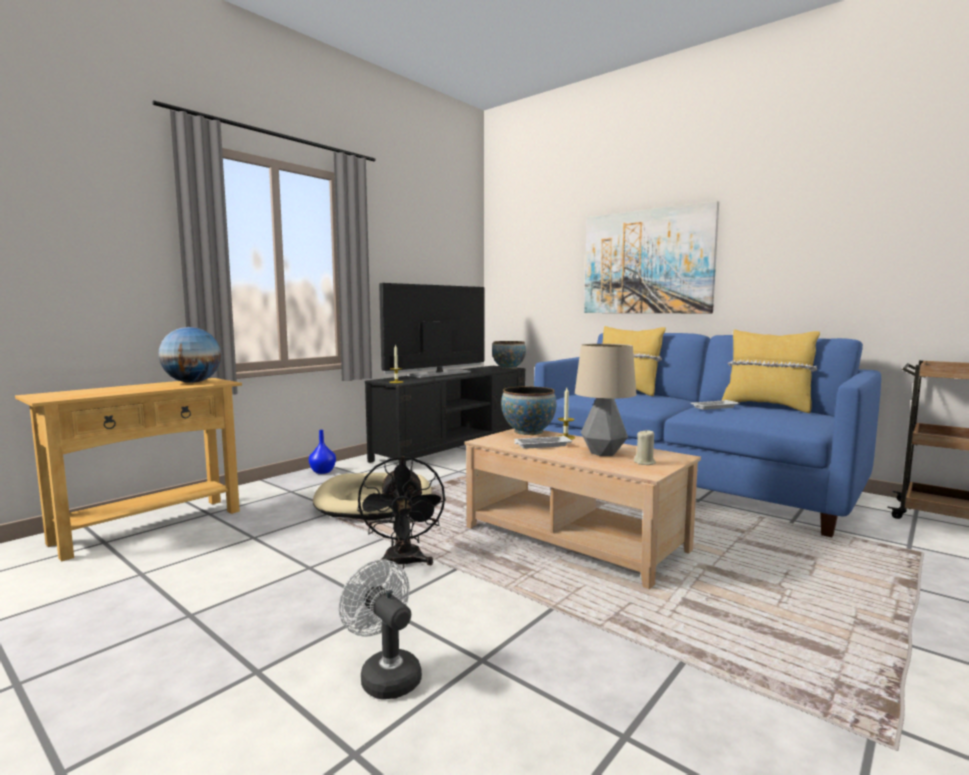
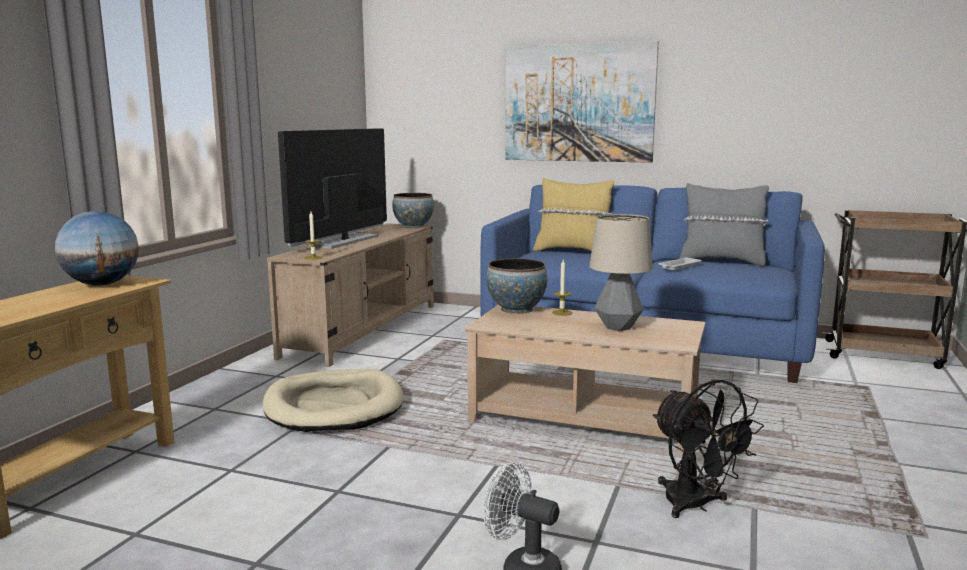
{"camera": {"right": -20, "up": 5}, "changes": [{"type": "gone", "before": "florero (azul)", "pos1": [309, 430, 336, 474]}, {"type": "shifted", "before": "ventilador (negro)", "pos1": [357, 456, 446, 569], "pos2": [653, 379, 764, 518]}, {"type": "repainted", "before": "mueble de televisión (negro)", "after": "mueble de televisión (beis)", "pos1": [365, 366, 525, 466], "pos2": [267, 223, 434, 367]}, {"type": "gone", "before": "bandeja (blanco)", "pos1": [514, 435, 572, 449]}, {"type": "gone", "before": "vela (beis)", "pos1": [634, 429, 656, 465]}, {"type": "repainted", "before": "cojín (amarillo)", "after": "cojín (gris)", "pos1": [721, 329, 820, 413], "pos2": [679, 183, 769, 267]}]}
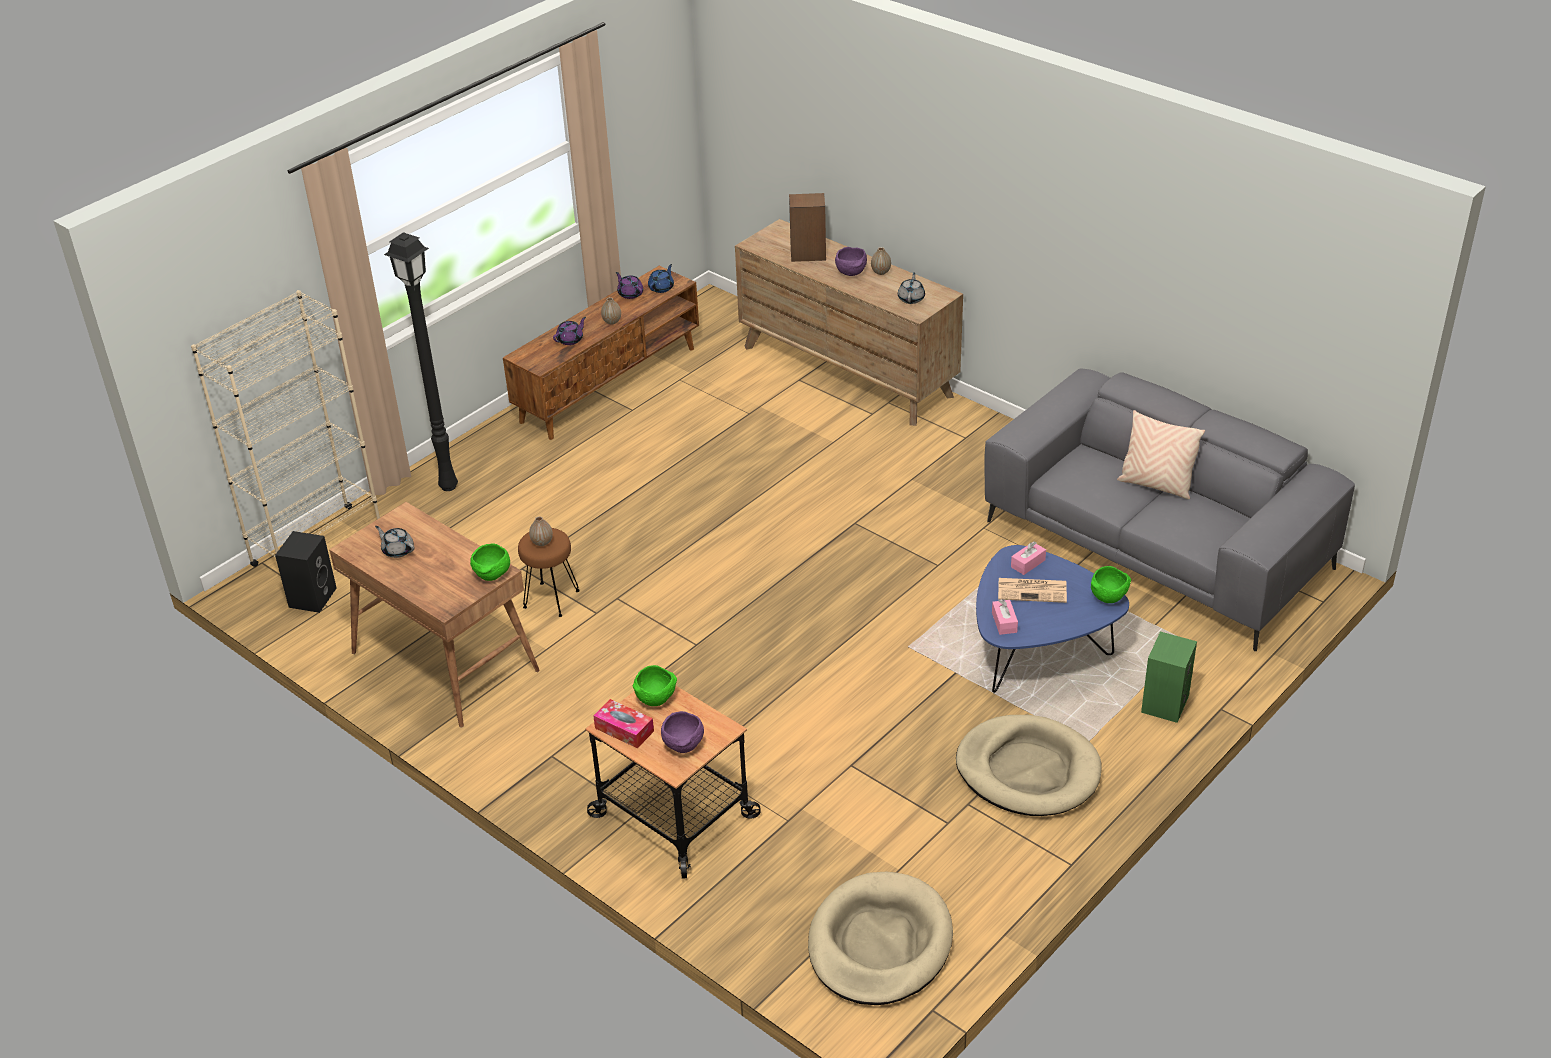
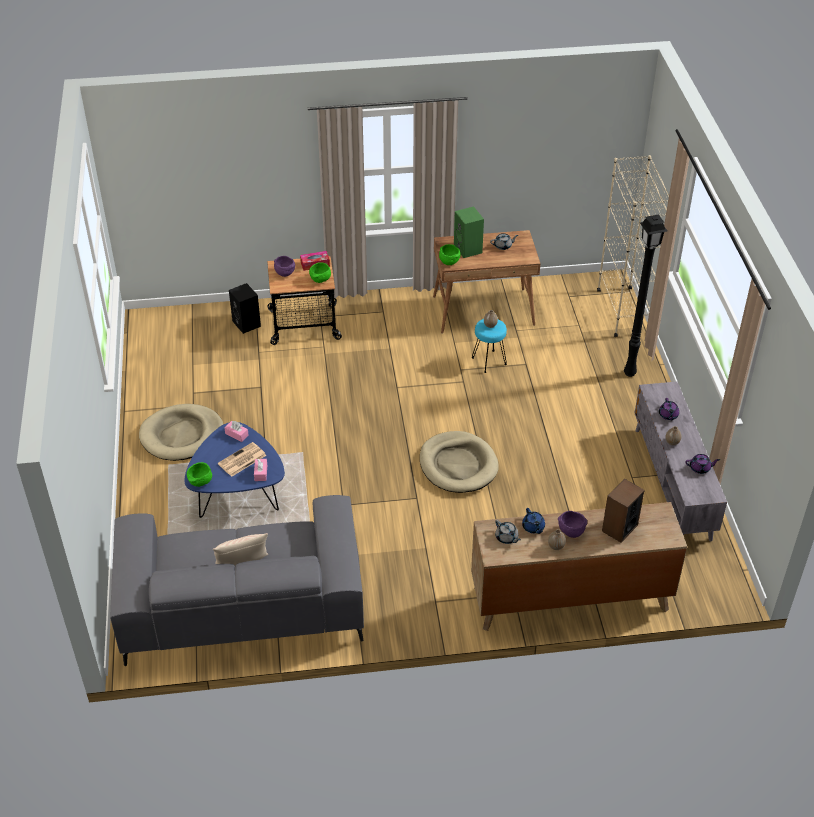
{"camera": {"right": 130, "up": 5}, "changes": [{"type": "shifted", "before": "altavoz (negro)", "pos1": [275, 531, 337, 613], "pos2": [229, 283, 261, 334]}, {"type": "repainted", "before": "mueble de televisión (marrón)", "after": "mueble de televisión (gris)", "pos1": [503, 266, 699, 440], "pos2": [634, 382, 727, 541]}, {"type": "repainted", "before": "taburete (marrón)", "after": "taburete (turquesa)", "pos1": [518, 528, 580, 617], "pos2": [472, 319, 507, 373]}, {"type": "shifted", "before": "tetera (azul)", "pos1": [648, 264, 674, 293], "pos2": [522, 508, 545, 534]}, {"type": "shifted", "before": "cama para perro (beis)", "pos1": [808, 872, 953, 1005], "pos2": [420, 431, 499, 493]}, {"type": "shifted", "before": "altavoz (verde)", "pos1": [1141, 632, 1197, 723], "pos2": [454, 206, 484, 258]}]}
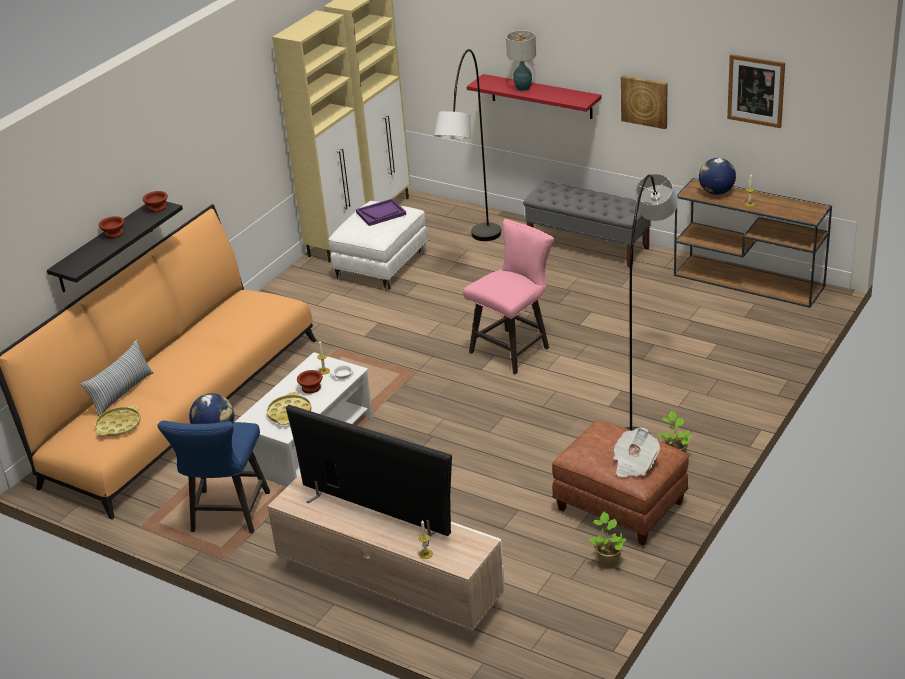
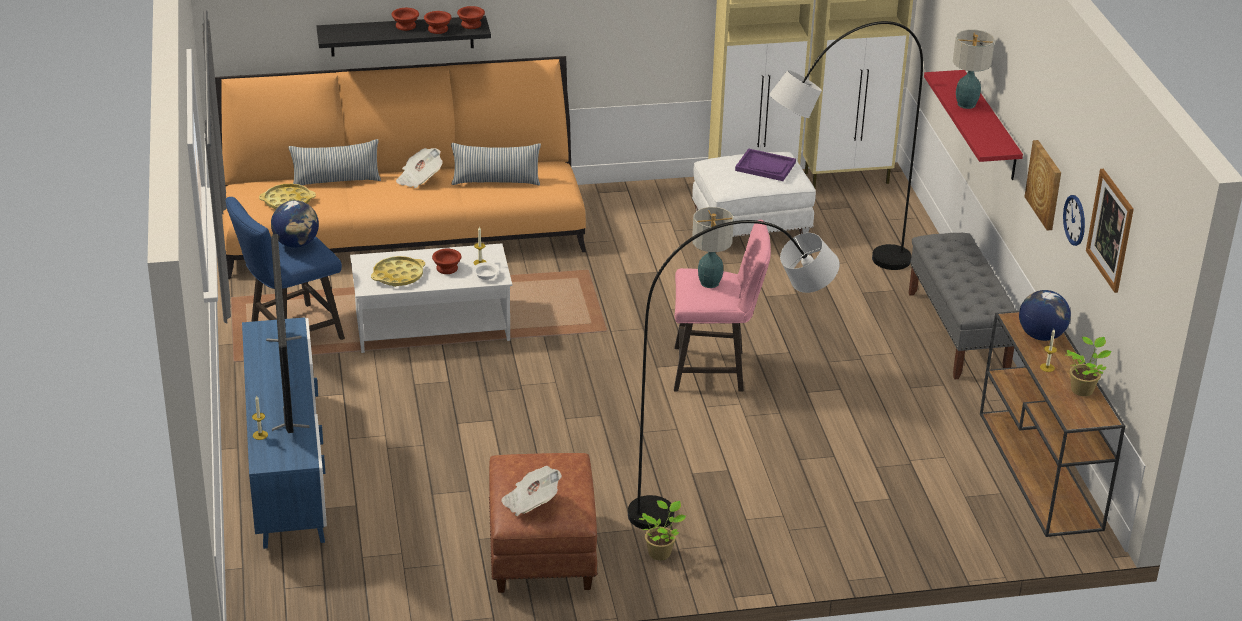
{"camera": {"right": 45, "up": 0}, "changes": [{"type": "repainted", "before": "mueble de televisión (beis)", "after": "mueble de televisión (azul)", "pos1": [268, 474, 505, 642], "pos2": [242, 317, 327, 549]}, {"type": "shifted", "before": "planta en maceta", "pos1": [588, 512, 627, 568], "pos2": [1066, 337, 1111, 396]}, {"type": "new", "after": "periódico", "pos2": [396, 148, 443, 188]}, {"type": "new", "after": "cuenco (marrón)", "pos2": [424, 11, 452, 34]}, {"type": "new", "after": "cojín", "pos2": [451, 143, 541, 185]}, {"type": "new", "after": "lámpara de mesa", "pos2": [692, 207, 734, 288]}, {"type": "new", "after": "reloj de pared", "pos2": [1063, 195, 1085, 246]}]}
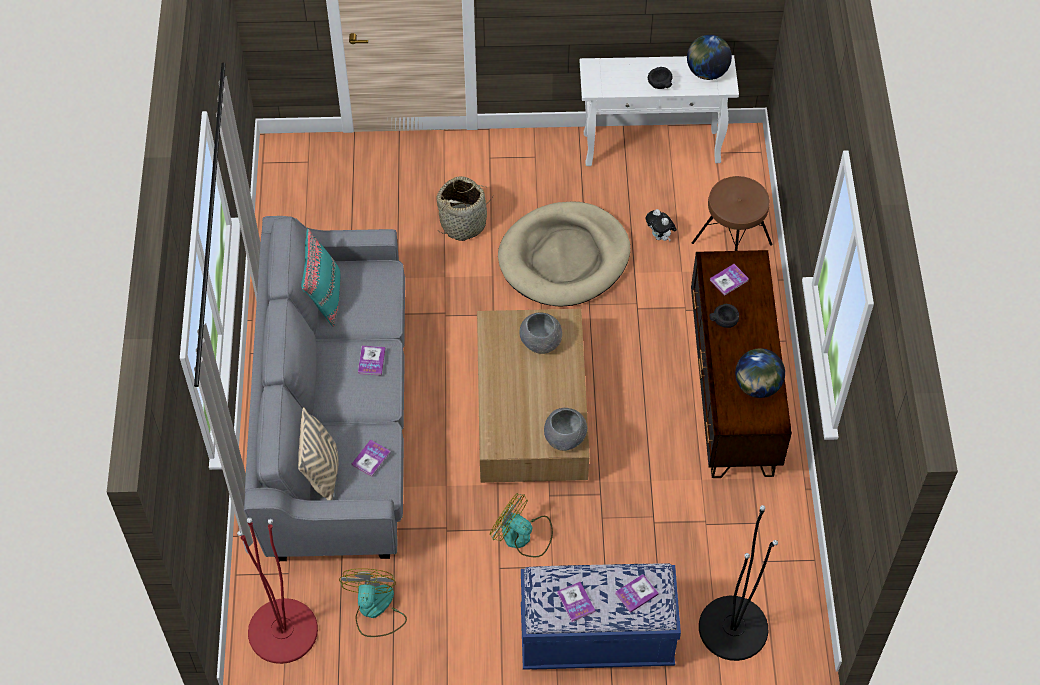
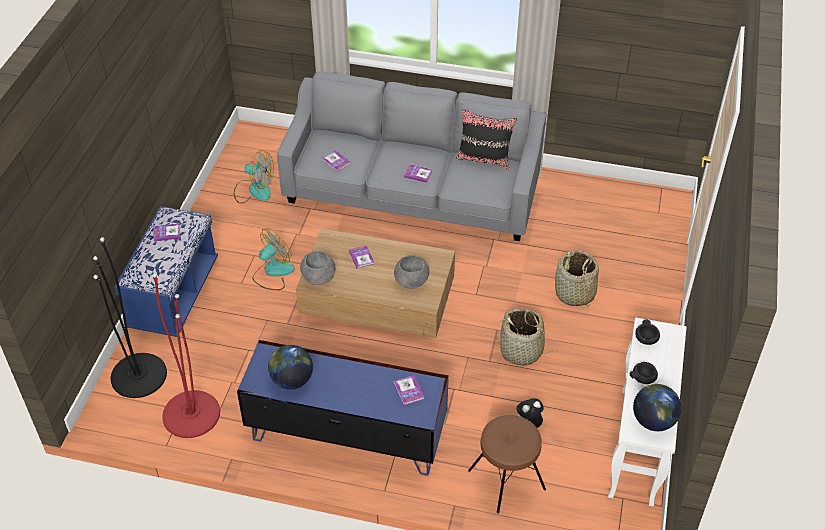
{"camera": {"right": 105, "up": -10}, "changes": [{"type": "shifted", "before": "lámpara de pie (rojo)", "pos1": [237, 518, 318, 664], "pos2": [152, 273, 220, 438]}, {"type": "gone", "before": "cojín (beis)", "pos1": [298, 407, 339, 500]}, {"type": "repainted", "before": "cojín (turquesa)", "after": "cojín (negro)", "pos1": [301, 229, 340, 327], "pos2": [456, 109, 517, 169]}, {"type": "swapped", "before": "cama para perro (beis)", "after": "cesta", "pos1": [498, 201, 630, 307], "pos2": [496, 308, 554, 366]}, {"type": "shifted", "before": "libro", "pos1": [615, 574, 659, 613], "pos2": [349, 245, 374, 269]}, {"type": "repainted", "before": "mueble de televisión (marrón)", "after": "mueble de televisión (azul)", "pos1": [691, 250, 792, 478], "pos2": [237, 340, 449, 476]}, {"type": "shifted", "before": "cuenco (negro)", "pos1": [709, 304, 739, 328], "pos2": [635, 319, 660, 345]}]}
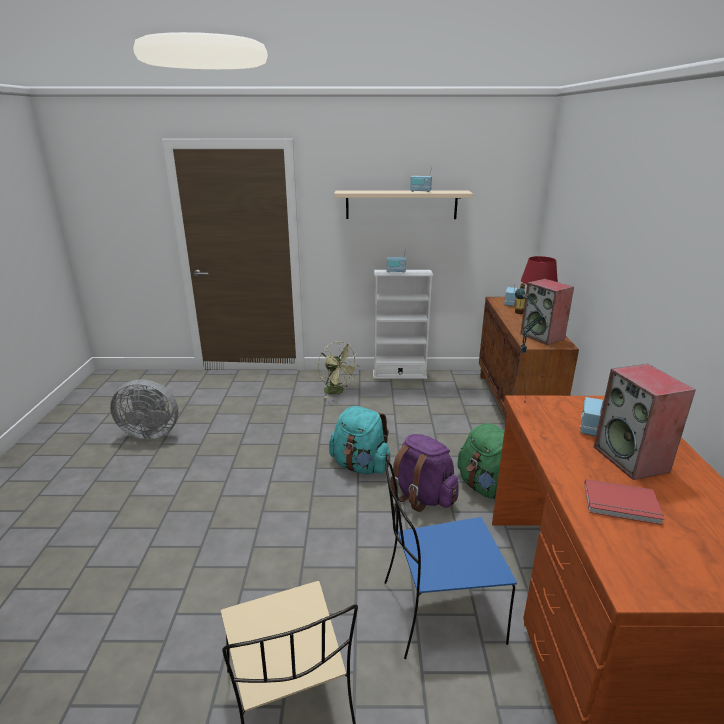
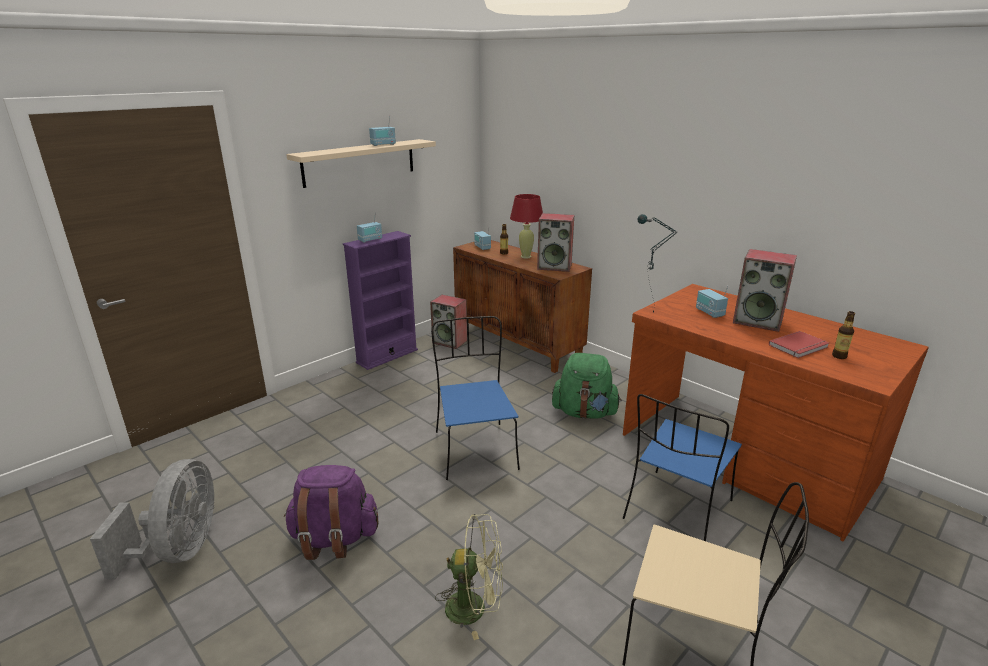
{"camera": {"right": -45, "up": 0}, "changes": [{"type": "rotated", "before": "ventilador (gris)", "pos1": [110, 379, 178, 439], "pos2": [90, 459, 214, 580], "turn": -45}, {"type": "shifted", "before": "ventilador (verde)", "pos1": [318, 342, 358, 398], "pos2": [435, 514, 503, 640]}, {"type": "swapped", "before": "mochila (turquesa)", "after": "silla (azul)", "pos1": [329, 406, 390, 474], "pos2": [431, 316, 520, 480]}, {"type": "repainted", "before": "estantería (blanco)", "after": "estantería (morado)", "pos1": [373, 270, 433, 379], "pos2": [343, 231, 418, 370]}, {"type": "shifted", "before": "mochila (morado)", "pos1": [390, 434, 459, 512], "pos2": [284, 465, 378, 560]}, {"type": "new", "after": "altavoz", "pos2": [430, 295, 467, 349]}, {"type": "new", "after": "botella", "pos2": [832, 311, 855, 359]}]}
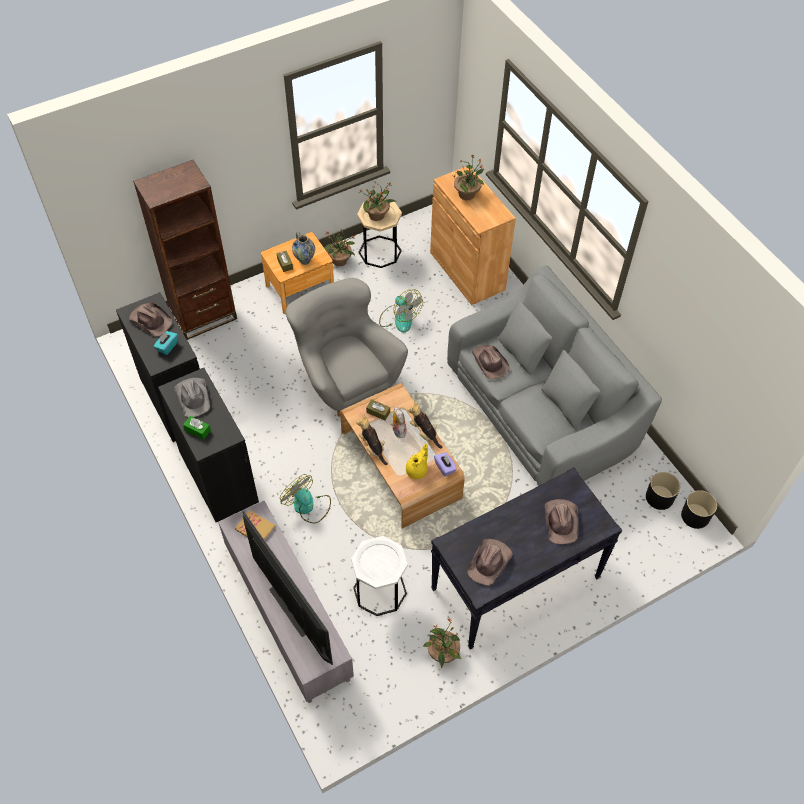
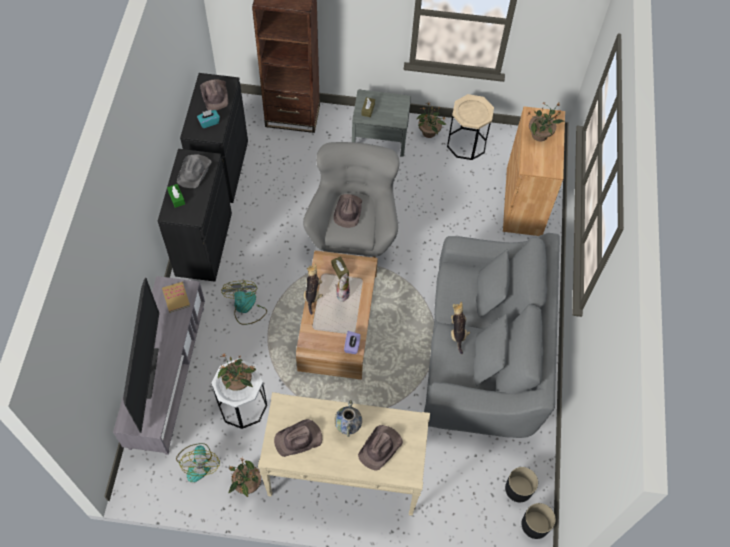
{"camera": {"right": 35, "up": 5}, "changes": [{"type": "repainted", "before": "mesita de noche (marrón)", "after": "mesita de noche (gris)", "pos1": [261, 232, 334, 314], "pos2": [352, 90, 411, 157]}, {"type": "shifted", "before": "florero", "pos1": [292, 232, 315, 265], "pos2": [335, 400, 362, 437]}, {"type": "shifted", "before": "planta en maceta", "pos1": [359, 180, 397, 221], "pos2": [218, 354, 256, 391]}, {"type": "shifted", "before": "ventilador", "pos1": [379, 290, 423, 333], "pos2": [176, 443, 220, 482]}, {"type": "gone", "before": "tetera (amarillo)", "pos1": [406, 443, 428, 479]}, {"type": "shifted", "before": "peluche", "pos1": [407, 401, 442, 449], "pos2": [451, 302, 470, 354]}, {"type": "repainted", "before": "mesa consola (negro)", "after": "mesa consola (beis)", "pos1": [431, 467, 622, 650], "pos2": [258, 392, 430, 516]}, {"type": "shifted", "before": "sombrero (marrón)", "pos1": [472, 345, 510, 379], "pos2": [333, 194, 362, 228]}]}
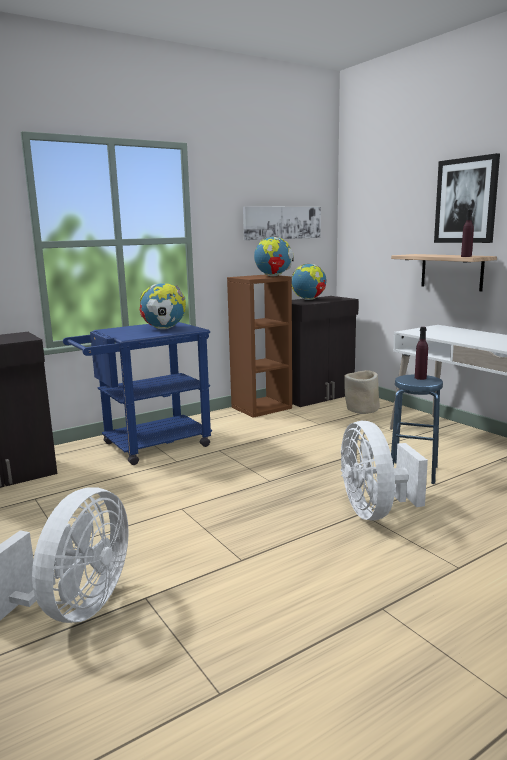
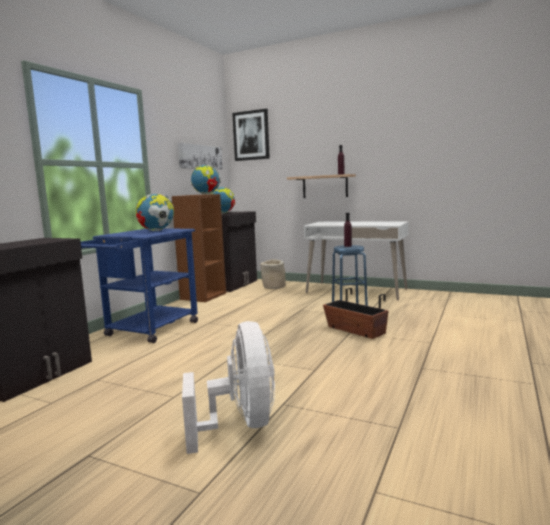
{"camera": {"right": -30, "up": -5}, "changes": [{"type": "swapped", "before": "ventilador (blanco)", "after": "maceta", "pos1": [340, 421, 428, 521], "pos2": [323, 288, 389, 339]}, {"type": "shifted", "before": "cuadro", "pos1": [434, 153, 500, 243], "pos2": [232, 109, 270, 161]}]}
